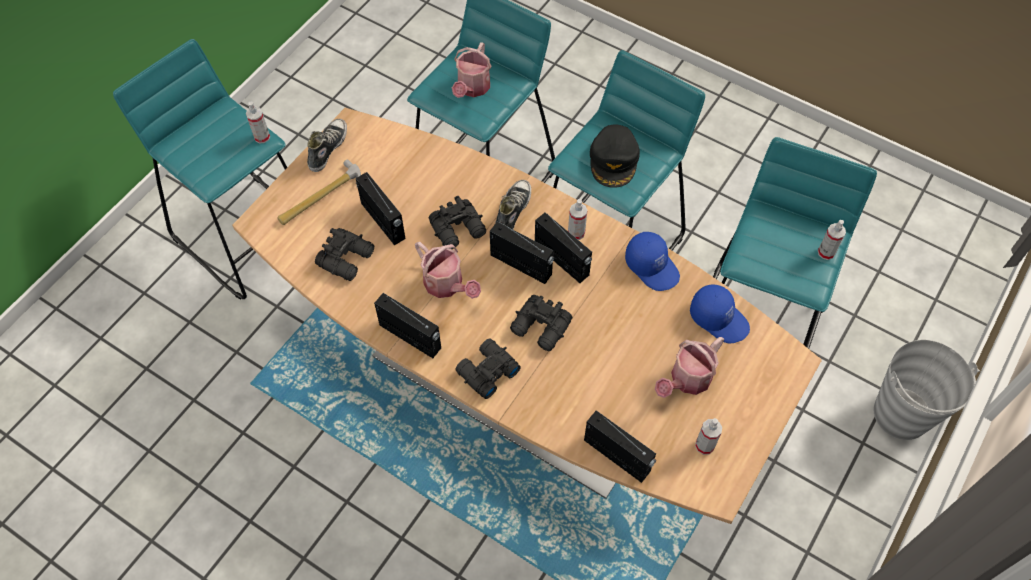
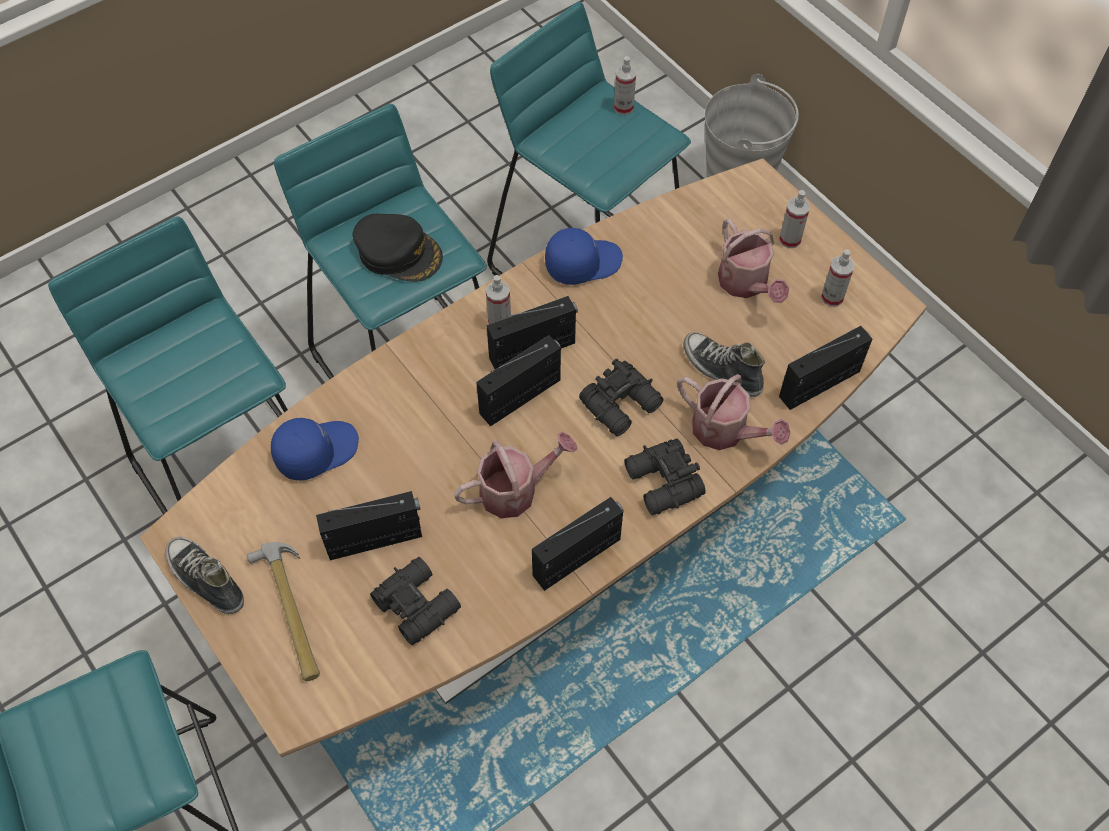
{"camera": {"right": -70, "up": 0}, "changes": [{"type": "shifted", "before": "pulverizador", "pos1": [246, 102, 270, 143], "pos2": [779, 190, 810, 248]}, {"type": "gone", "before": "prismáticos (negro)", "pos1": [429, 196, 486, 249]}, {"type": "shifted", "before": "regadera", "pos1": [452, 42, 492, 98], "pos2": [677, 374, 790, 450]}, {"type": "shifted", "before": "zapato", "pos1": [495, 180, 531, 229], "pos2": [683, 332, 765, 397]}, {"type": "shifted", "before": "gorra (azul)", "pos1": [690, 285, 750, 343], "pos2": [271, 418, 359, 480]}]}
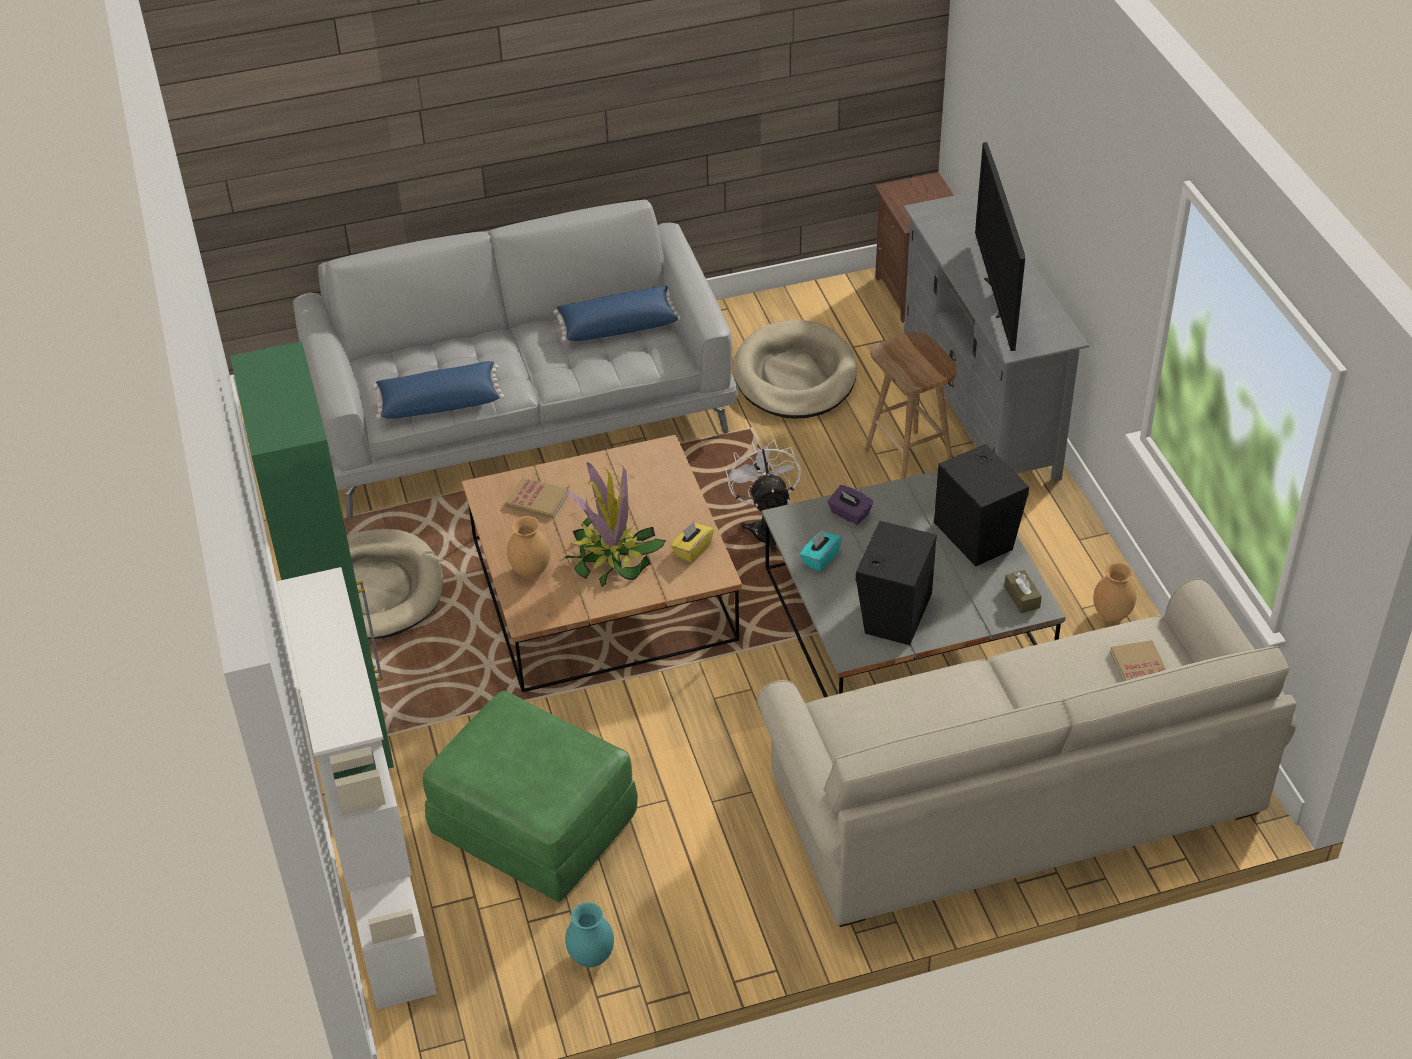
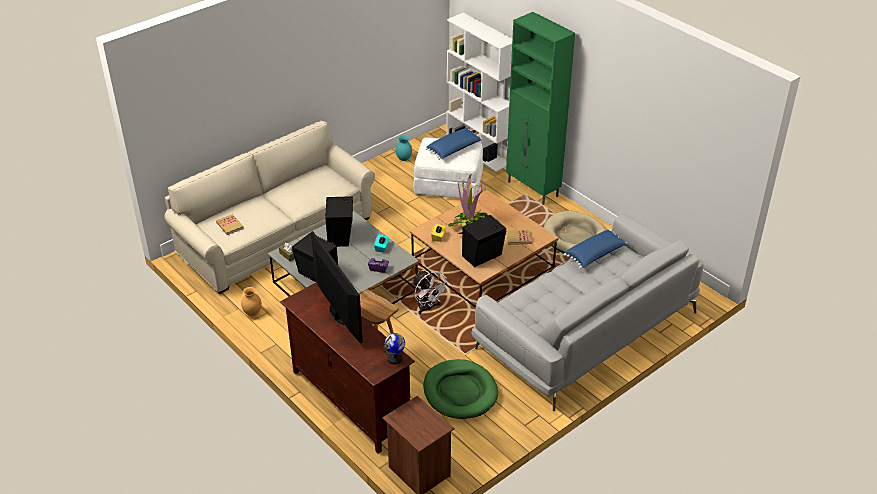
{"camera": {"right": 155, "up": -5}, "changes": [{"type": "repainted", "before": "puf (verde)", "after": "puf (blanco)", "pos1": [423, 691, 638, 902], "pos2": [413, 138, 483, 198]}, {"type": "gone", "before": "florero (marrón)", "pos1": [507, 516, 550, 578]}, {"type": "shifted", "before": "cojín (azul)", "pos1": [553, 286, 680, 341], "pos2": [425, 128, 482, 160]}, {"type": "repainted", "before": "cama para perro (beis)", "after": "cama para perro (verde)", "pos1": [733, 320, 857, 419], "pos2": [424, 359, 498, 419]}, {"type": "repainted", "before": "mueble de televisión (gris)", "after": "mueble de televisión (marrón)", "pos1": [903, 191, 1089, 482], "pos2": [280, 282, 415, 453]}, {"type": "new", "after": "globo terráqueo", "pos2": [384, 333, 405, 364]}, {"type": "new", "after": "altavoz (negro)", "pos2": [462, 215, 506, 267]}]}
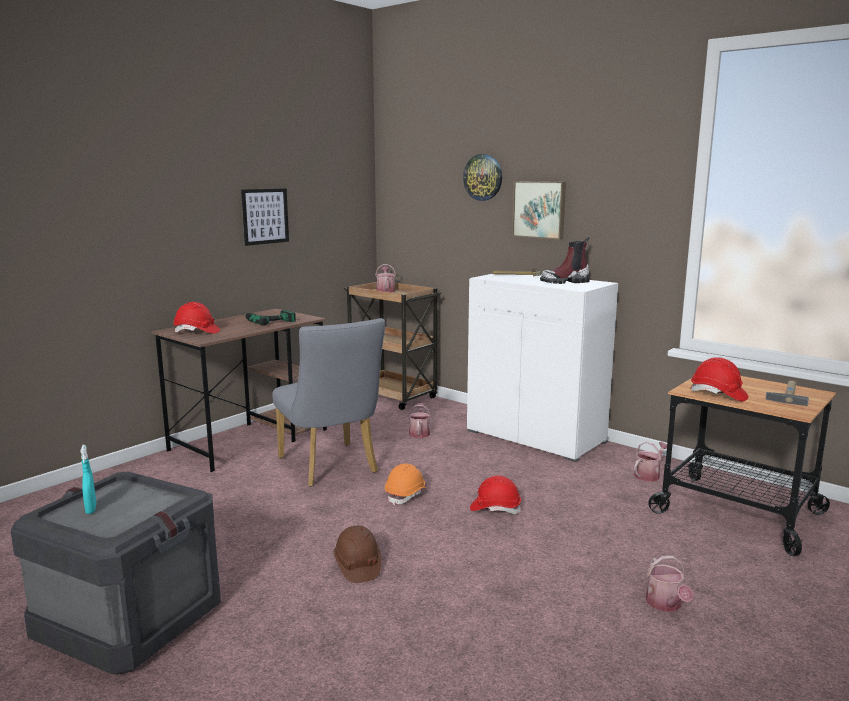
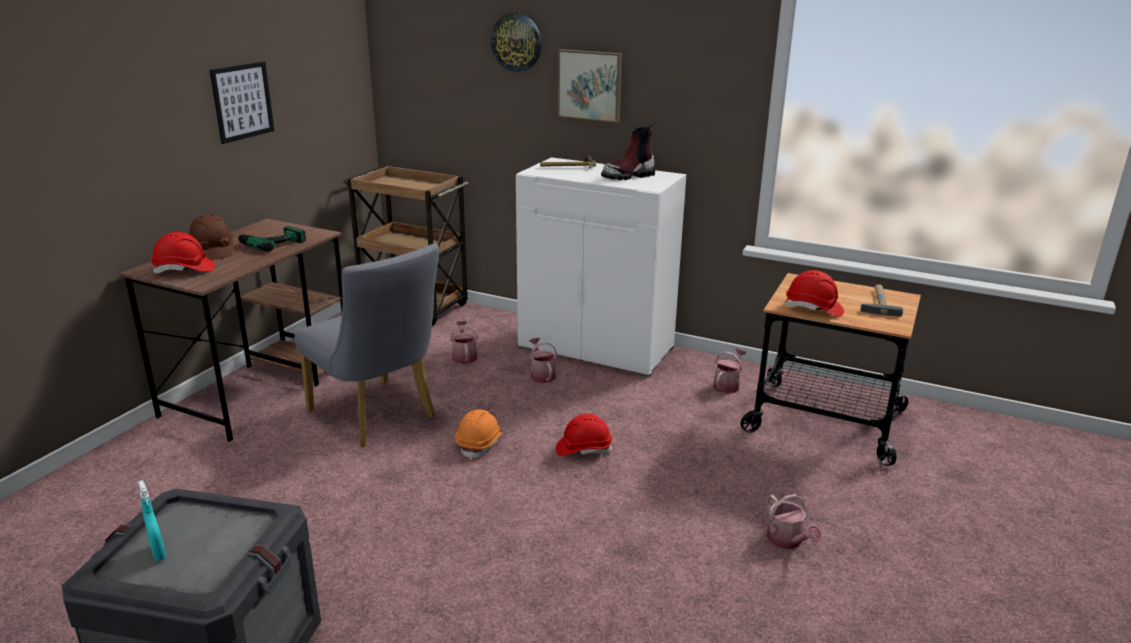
{"camera": {"right": -15, "up": 10}, "changes": [{"type": "shifted", "before": "casco (marrón)", "pos1": [334, 525, 381, 583], "pos2": [189, 214, 234, 260]}, {"type": "shifted", "before": "regadera", "pos1": [375, 264, 396, 293], "pos2": [529, 338, 557, 383]}]}
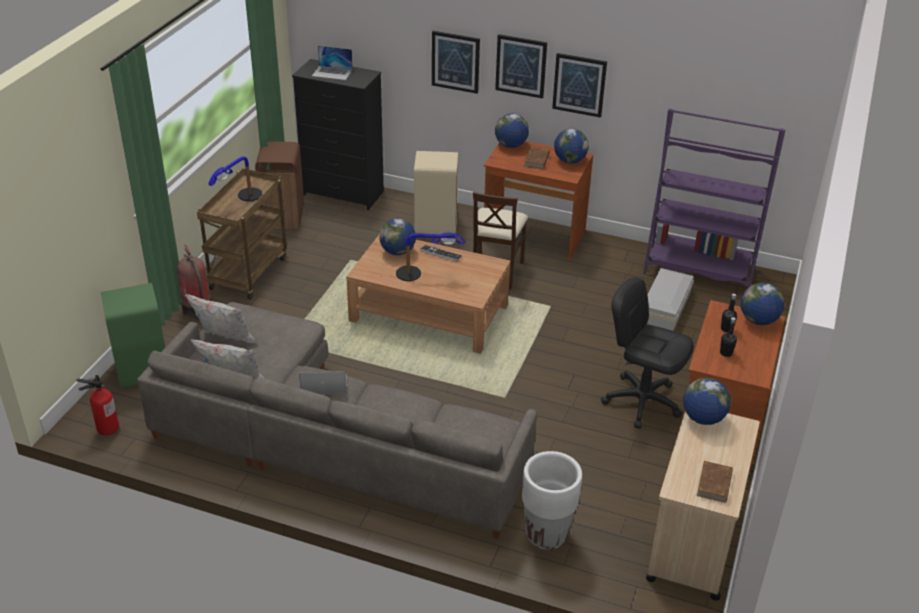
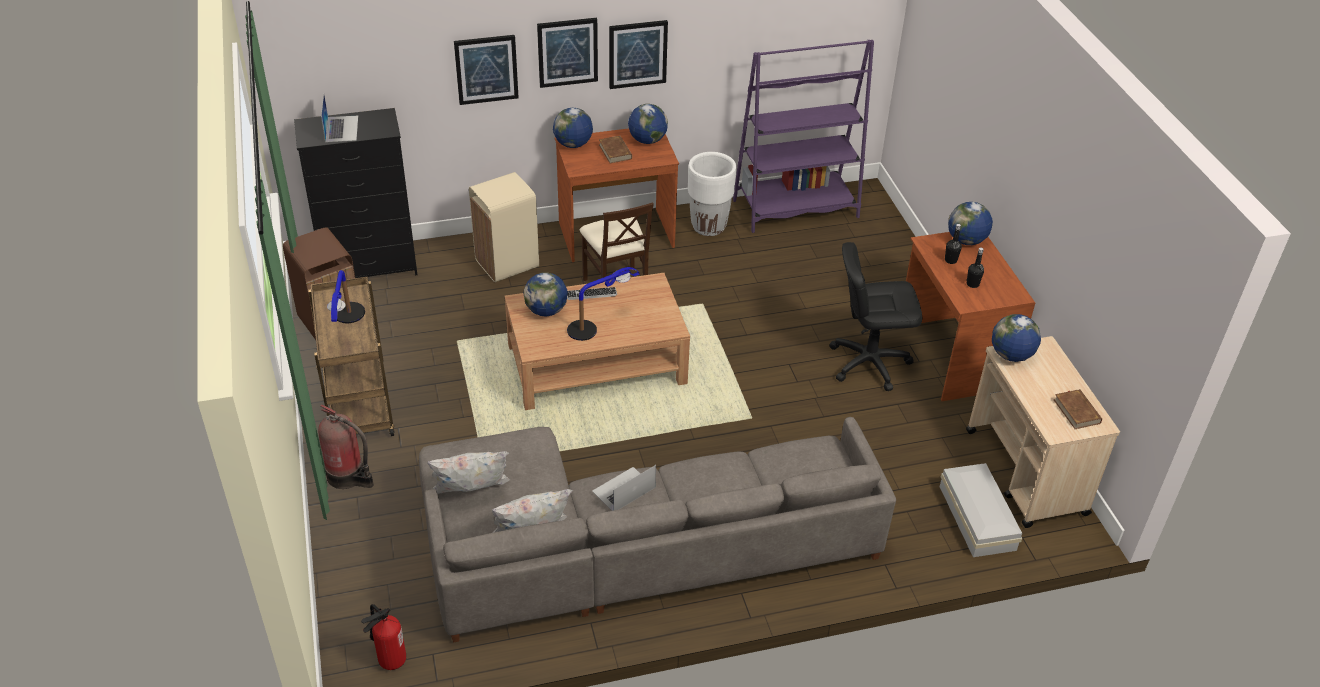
{"camera": {"right": -35, "up": 5}, "changes": [{"type": "gone", "before": "papelera (verde)", "pos1": [101, 283, 165, 389]}, {"type": "rotated", "before": "portátil", "pos1": [312, 46, 353, 80], "pos2": [321, 94, 358, 142], "turn": -75}, {"type": "shifted", "before": "maceta (blanco)", "pos1": [522, 451, 582, 550], "pos2": [688, 152, 736, 236]}, {"type": "shifted", "before": "caja de almacenaje (blanco)", "pos1": [647, 268, 694, 331], "pos2": [940, 463, 1022, 557]}]}
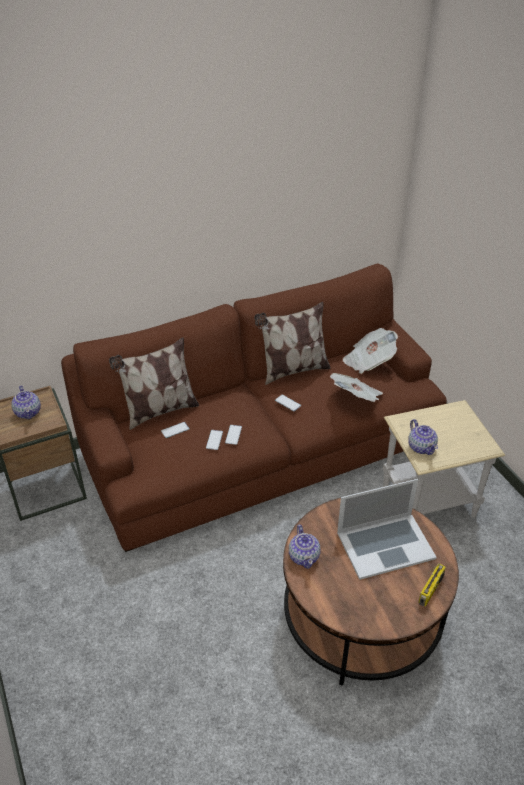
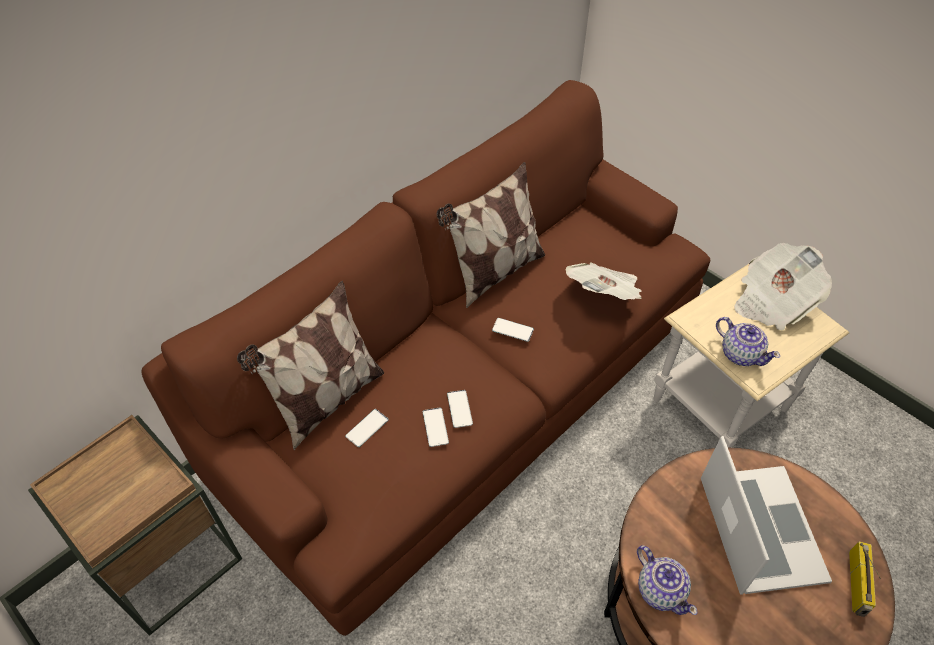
{"camera": {"right": -20, "up": 10}, "changes": [{"type": "gone", "before": "tetera", "pos1": [11, 386, 41, 419]}, {"type": "rotated", "before": "portátil", "pos1": [337, 479, 437, 580], "pos2": [701, 436, 832, 595], "turn": -60}, {"type": "shifted", "before": "periódico", "pos1": [343, 328, 398, 374], "pos2": [734, 243, 832, 331]}]}
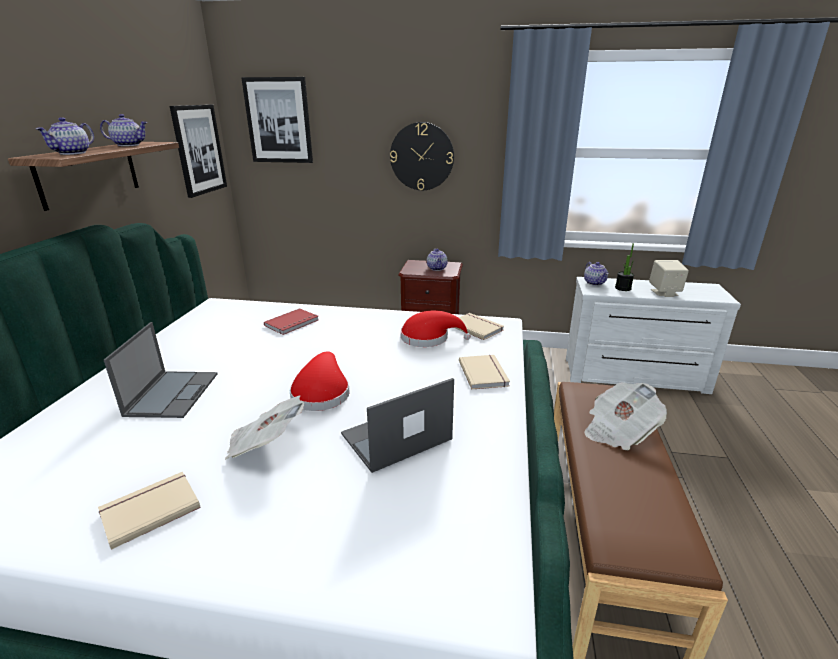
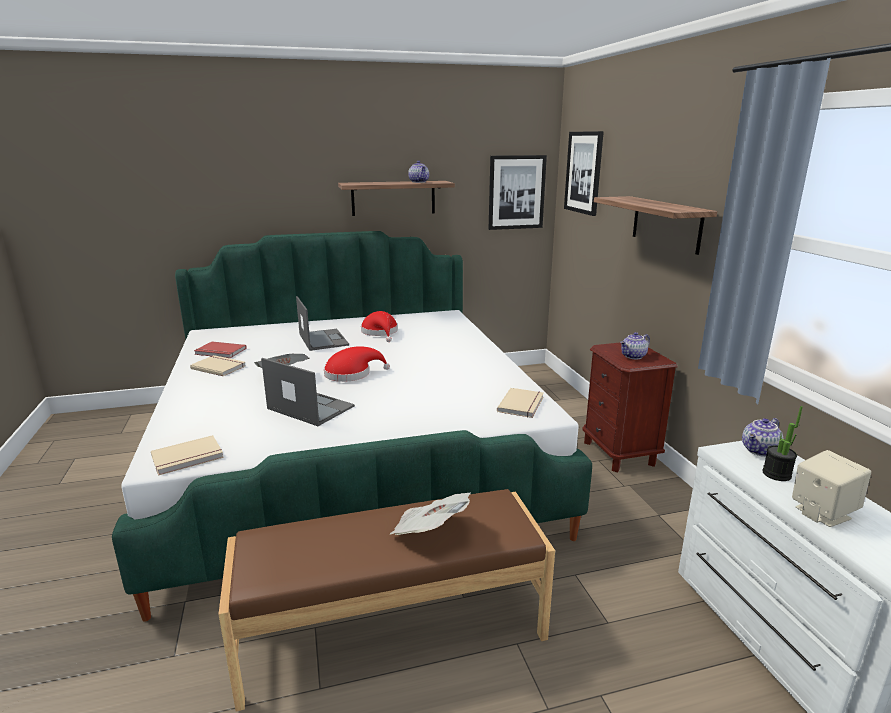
{"camera": {"right": 65, "up": -5}, "changes": [{"type": "gone", "before": "tetera", "pos1": [36, 117, 94, 155]}, {"type": "rotated", "before": "portátil", "pos1": [104, 322, 217, 418], "pos2": [296, 296, 349, 351], "turn": -90}, {"type": "shifted", "before": "libro (rojo)", "pos1": [264, 308, 319, 335], "pos2": [194, 341, 247, 358]}, {"type": "swapped", "before": "reloj de pared", "after": "estante", "pos1": [390, 122, 454, 190], "pos2": [594, 196, 717, 255]}, {"type": "shifted", "before": "sombrero (rojo)", "pos1": [401, 310, 471, 347], "pos2": [361, 311, 398, 342]}, {"type": "shifted", "before": "libro (beis)", "pos1": [459, 355, 510, 389], "pos2": [151, 435, 224, 476]}]}
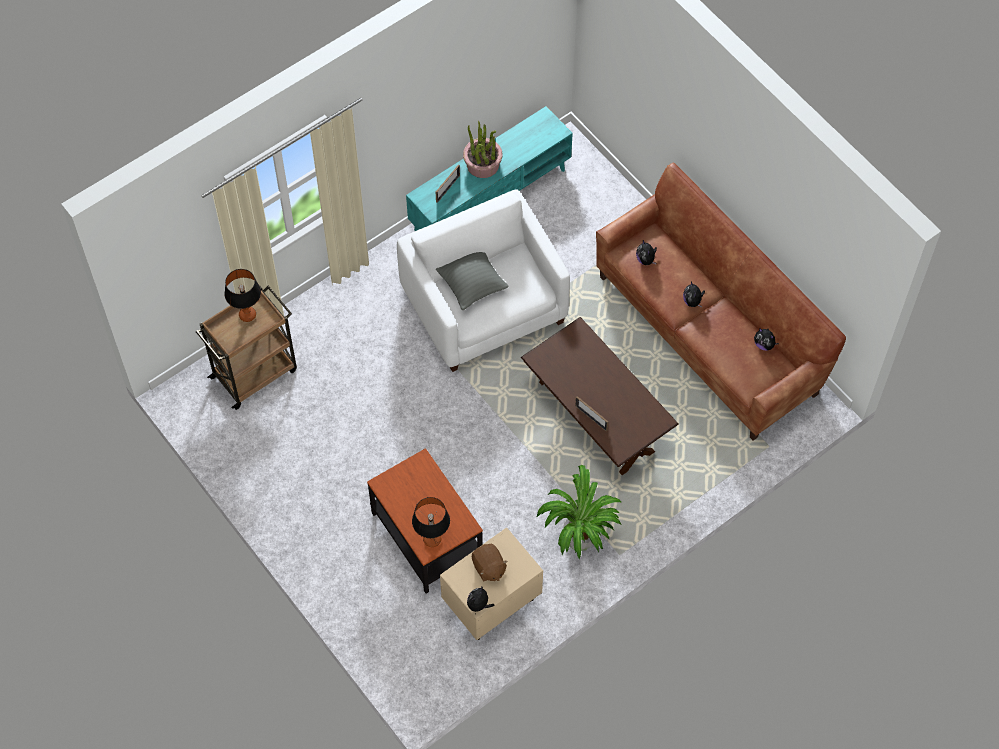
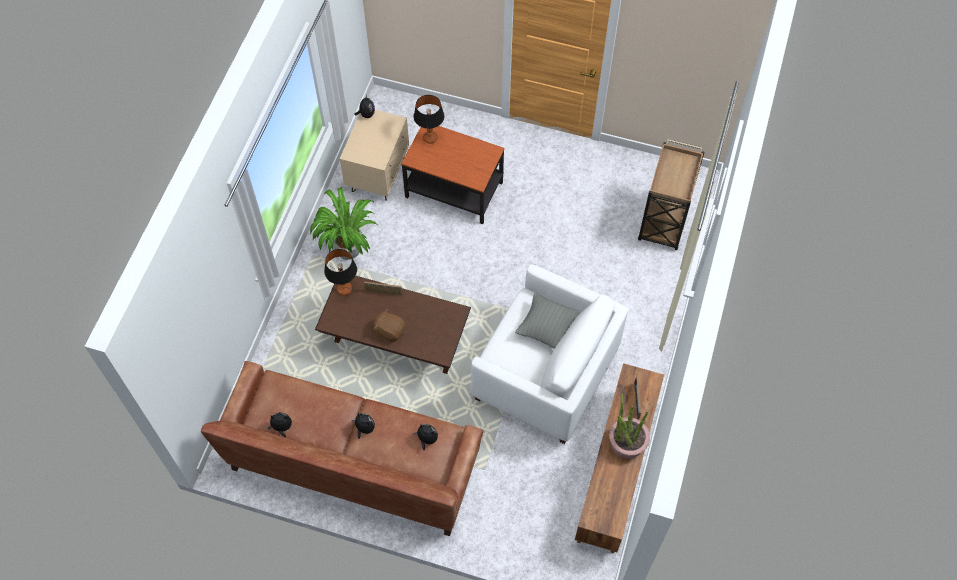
{"camera": {"right": 145, "up": 0}, "changes": [{"type": "shifted", "before": "lámpara de mesa", "pos1": [224, 269, 261, 322], "pos2": [324, 249, 357, 296]}, {"type": "repainted", "before": "mueble de televisión (turquesa)", "after": "mueble de televisión (marrón)", "pos1": [406, 106, 573, 231], "pos2": [575, 363, 664, 553]}, {"type": "shifted", "before": "peluche (marrón)", "pos1": [472, 543, 508, 582], "pos2": [373, 308, 406, 342]}]}
